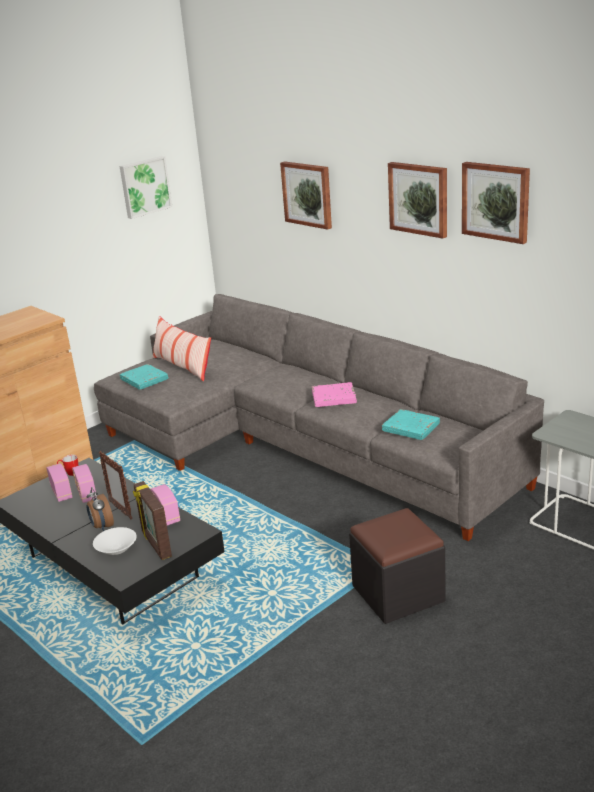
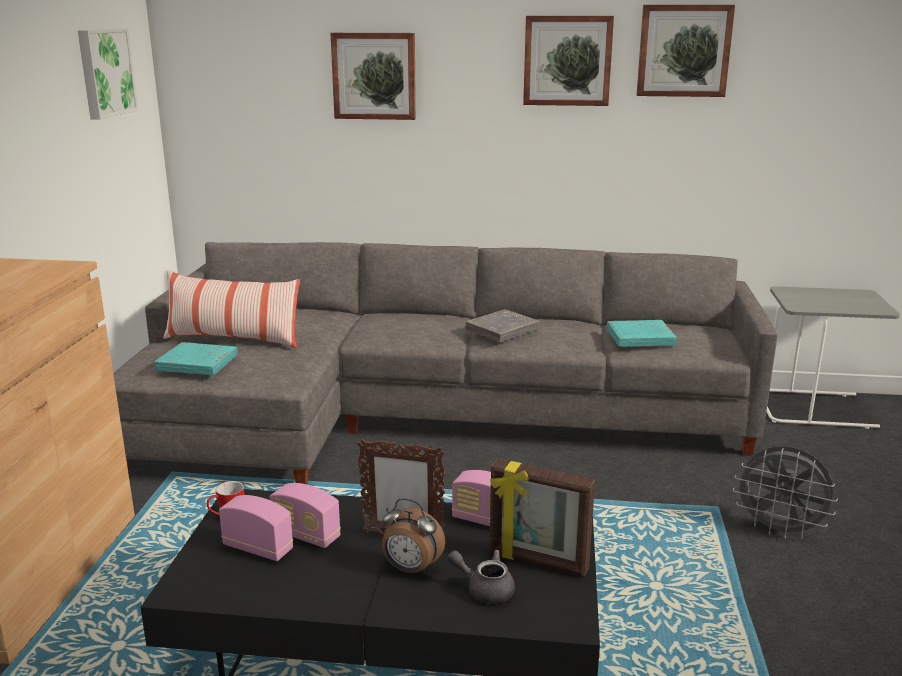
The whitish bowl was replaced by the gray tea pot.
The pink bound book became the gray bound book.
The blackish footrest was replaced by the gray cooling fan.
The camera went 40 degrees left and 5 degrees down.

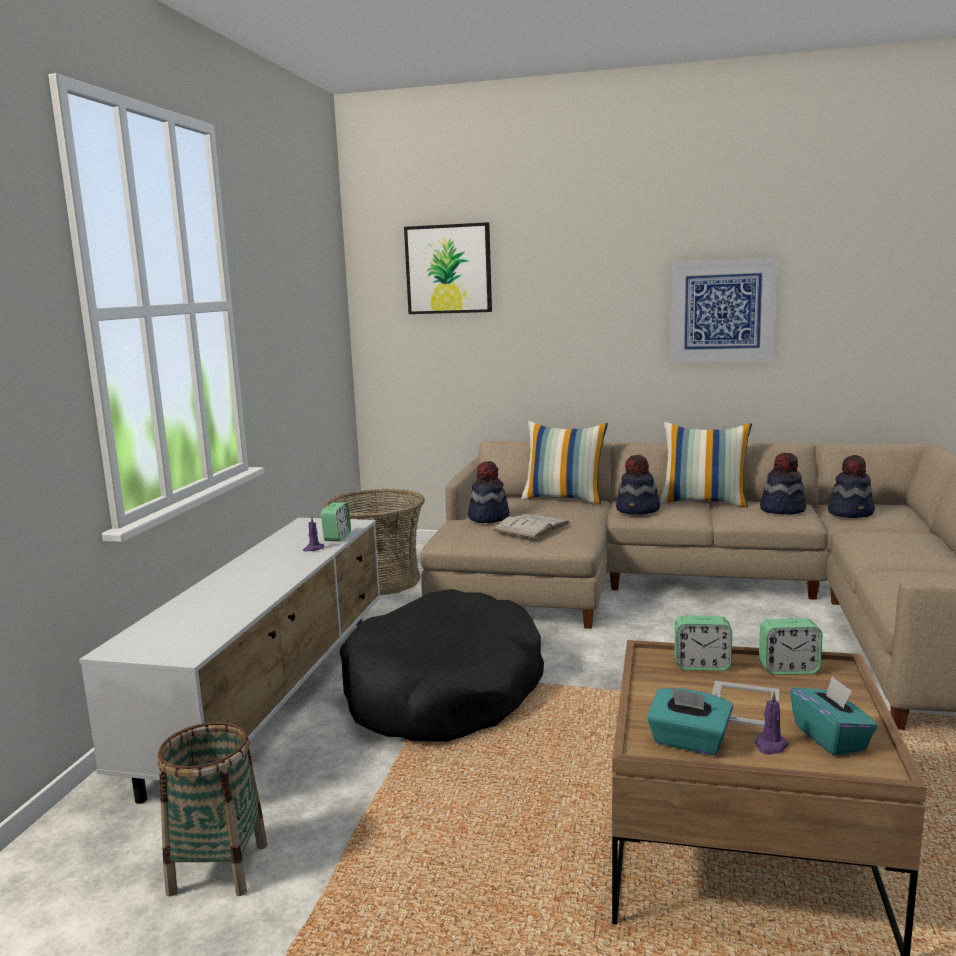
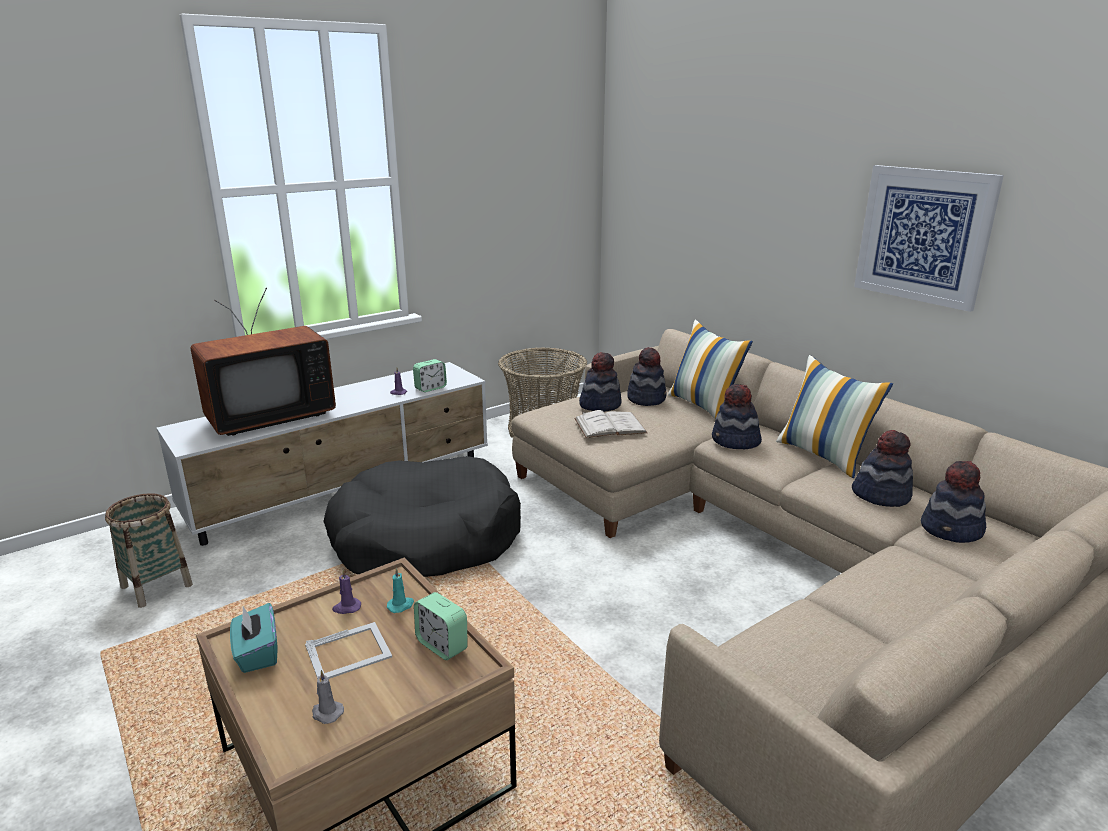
The wall picture (1st from left) disappeared.
The table clock (2nd from left) was replaced by the blue-green wax light.
The purple-coloured wax light (2nd from left in the first image) moved.
The blue-green tissue holder (2nd from left) was replaced by the gray wax light.
The TV set appeared.
The wearable hat (2nd from left) appeared.
The camera went 40 degrees right and 10 degrees up.

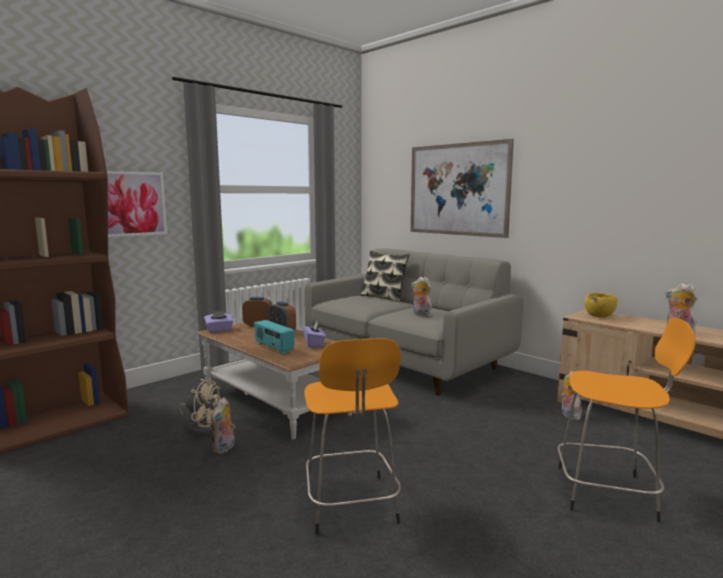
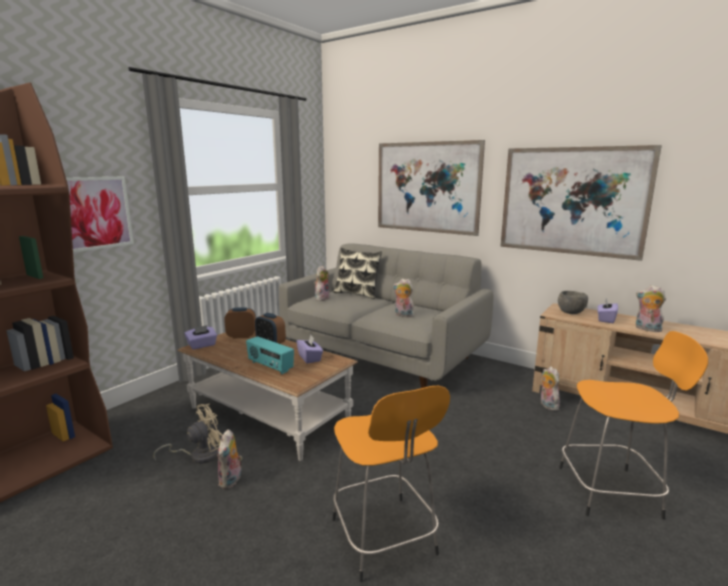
The beige cooling fan turned 45 degrees counterclockwise.
The yellow bowl became the gray bowl.
The cuddly toy (2nd from left) appeared.
The wall picture (3rd from left) appeared.
The purple-coloured tissue holder (3rd from left) appeared.
The camera went 10 degrees left and 5 degrees up.

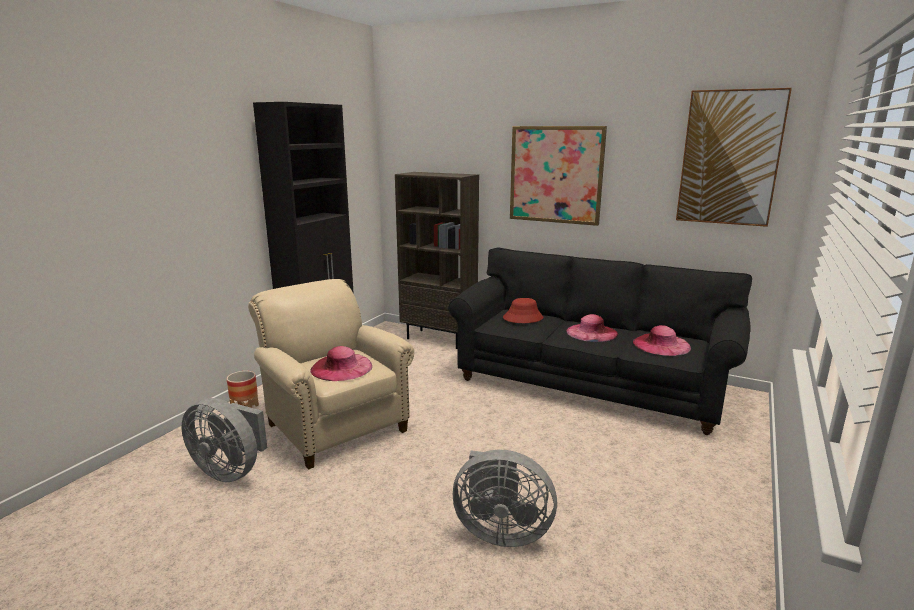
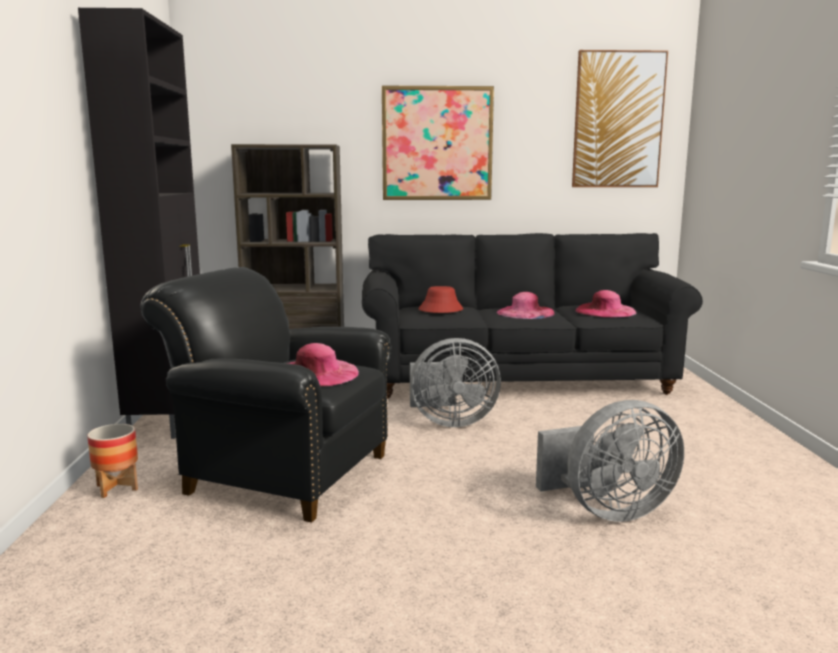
The gray cooling fan (1st from left) moved.
The beige lounge chair became the blackish lounge chair.
The camera went 30 degrees left and 5 degrees down.

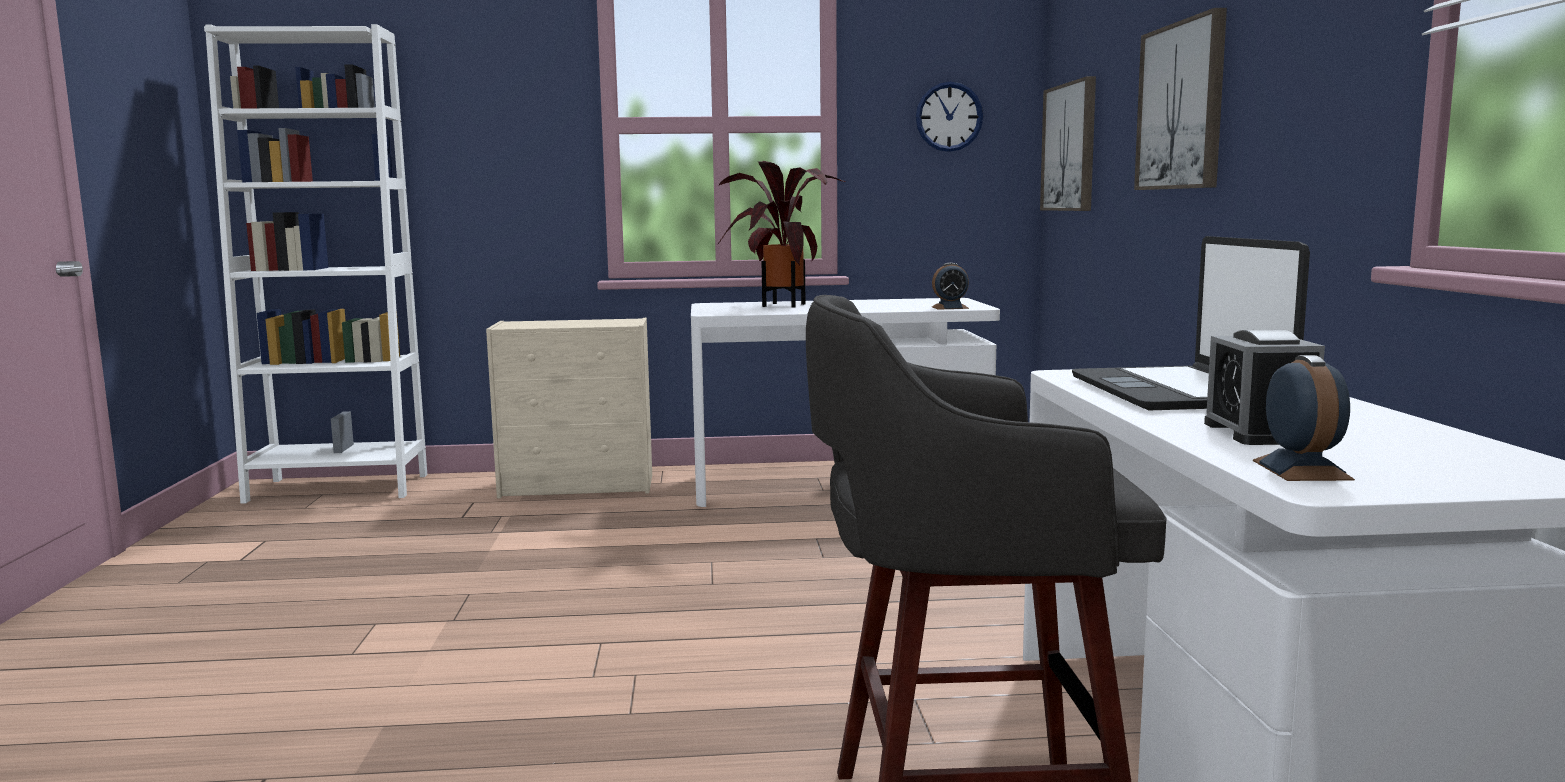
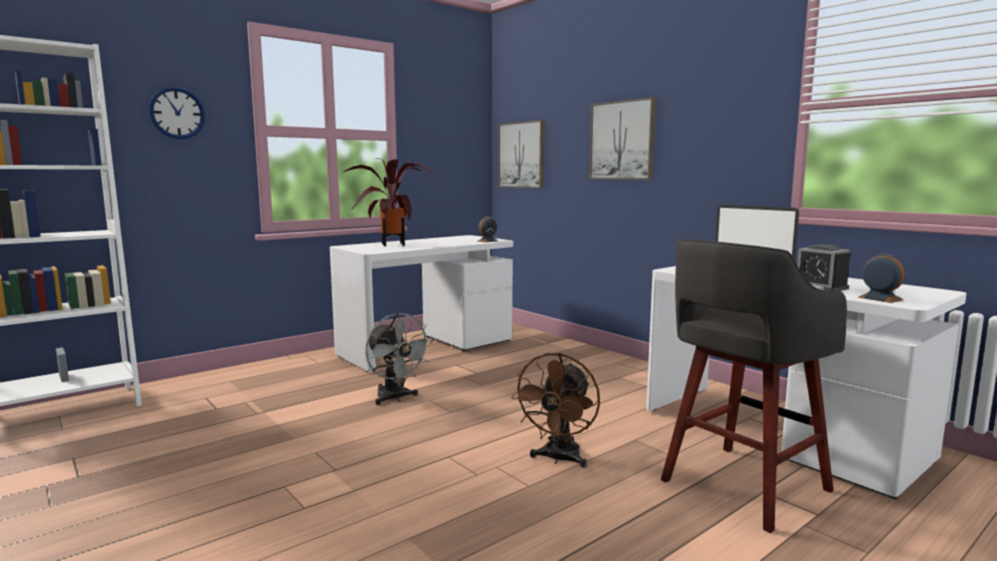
The beige drawer chest disappeared.
The hanging clock moved.
The gray cooling fan appeared.
The brown cooling fan appeared.
The camera went 35 degrees left and 0 degrees up.

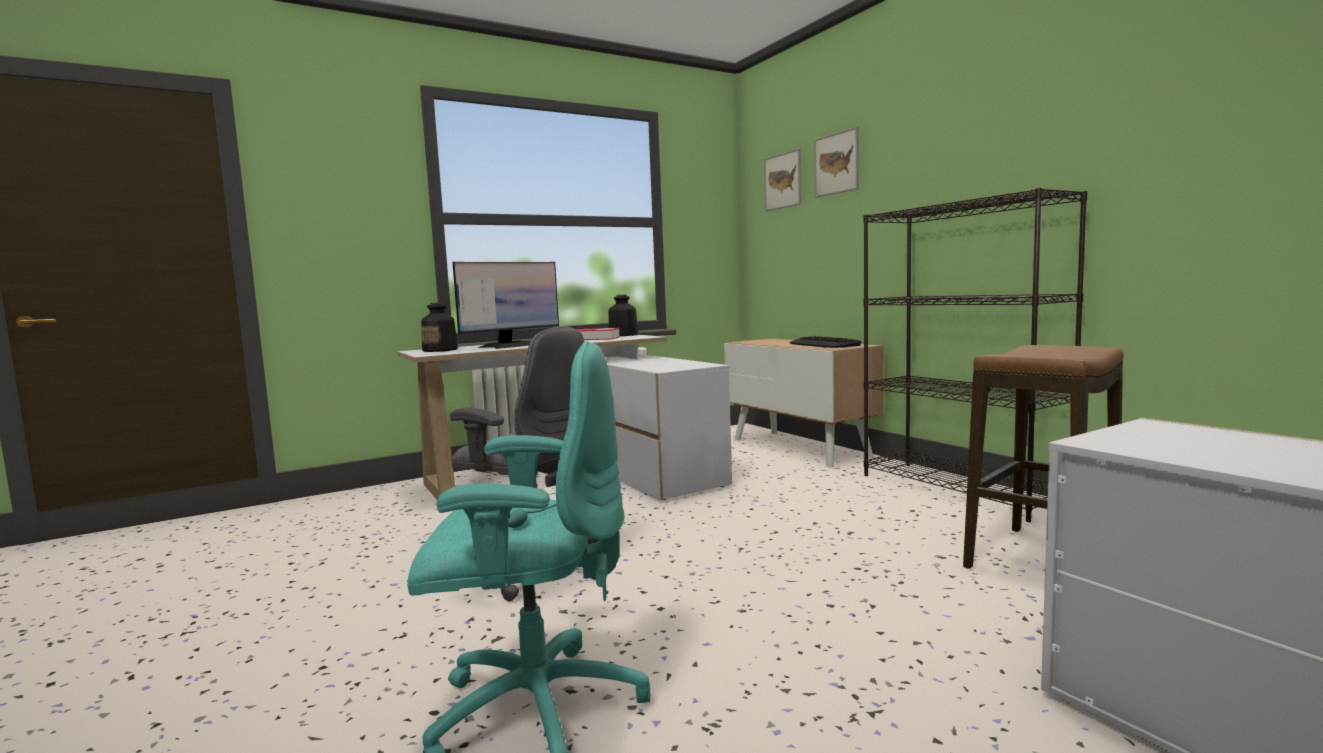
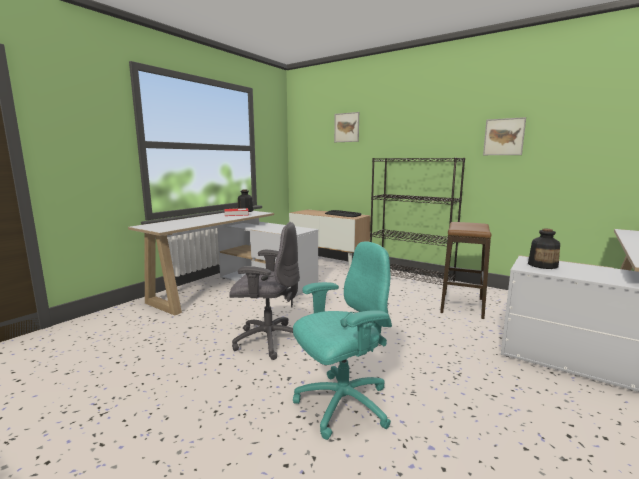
The bottle (1st from left in the first image) moved.
The computer screen disappeared.
The wall picture (1st from left in the first image) moved.
The camera went 25 degrees left and 5 degrees up.

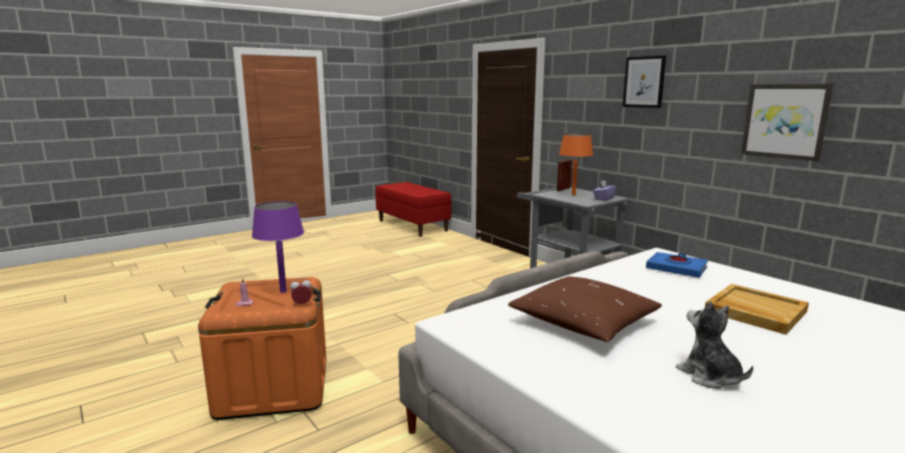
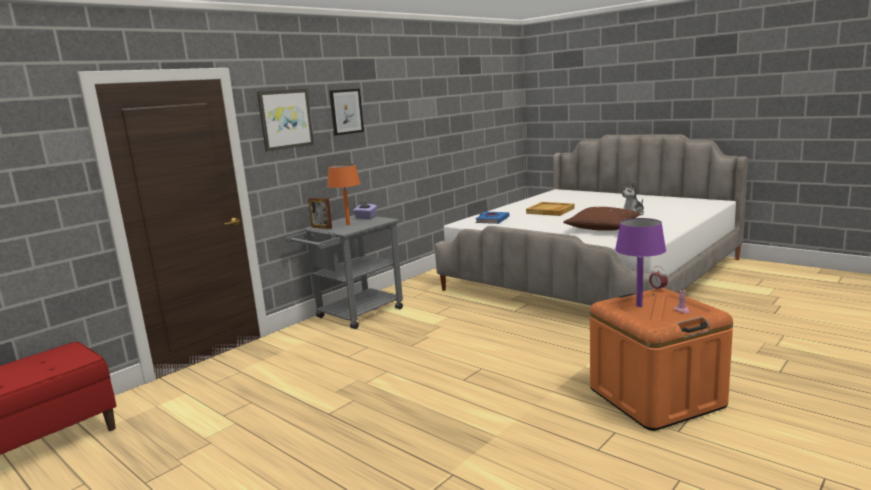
The wall picture (2nd from left in the first image) moved.
The camera went 100 degrees left and 0 degrees up.

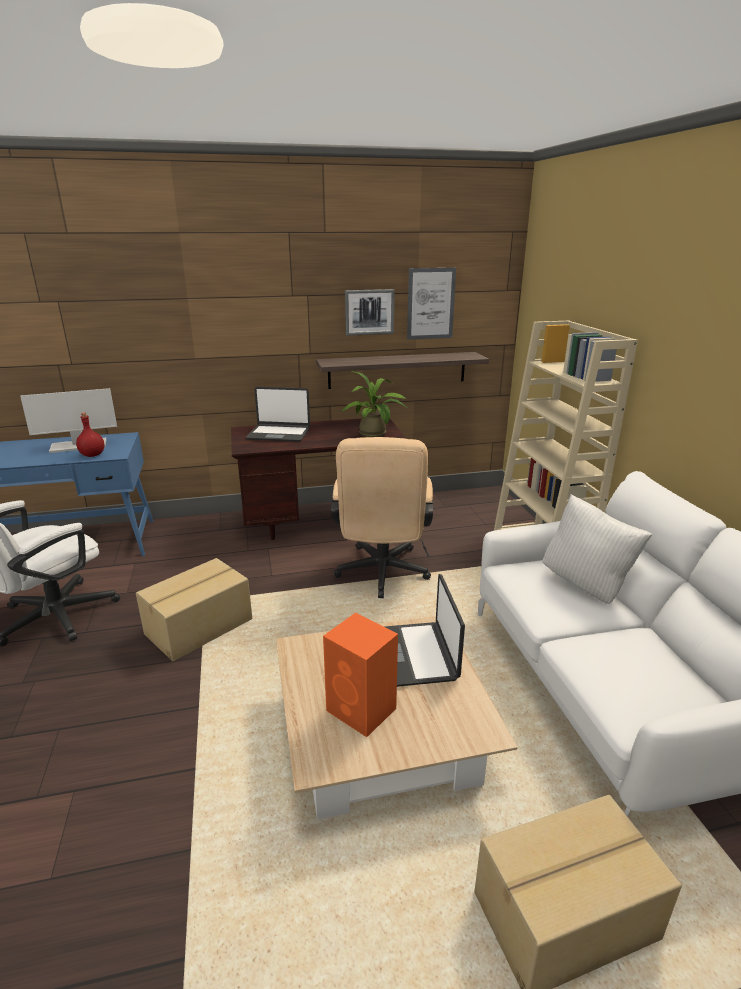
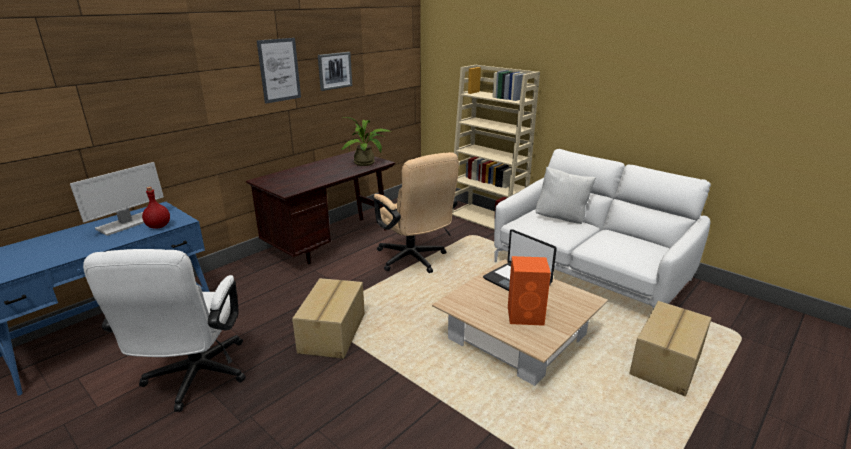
The laptop (1st from left) disappeared.
The wall shelf disappeared.
The wall picture (2nd from left in the first image) moved.
The camera went 35 degrees left and 0 degrees up.

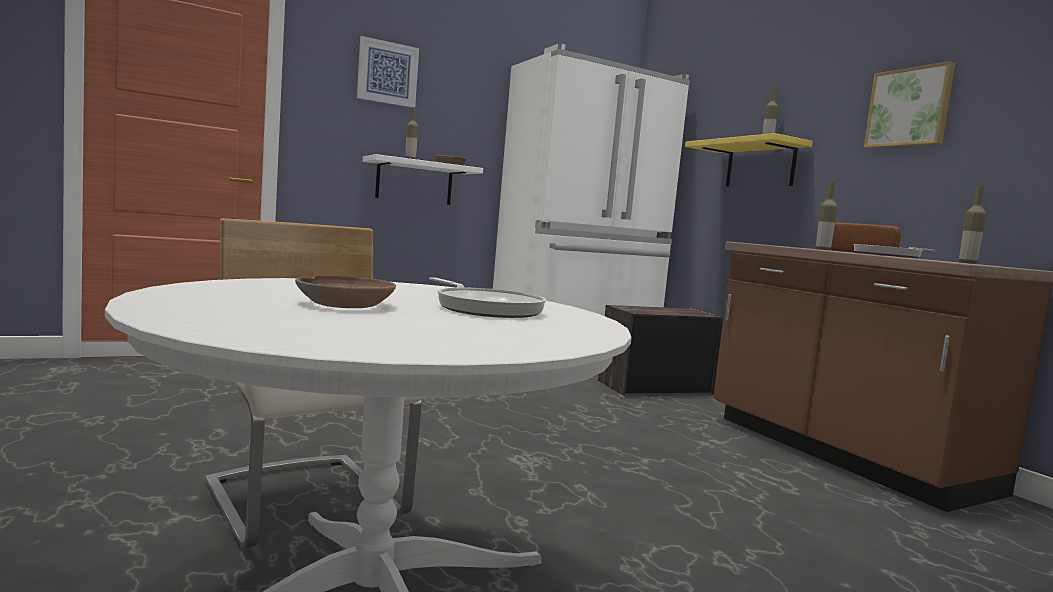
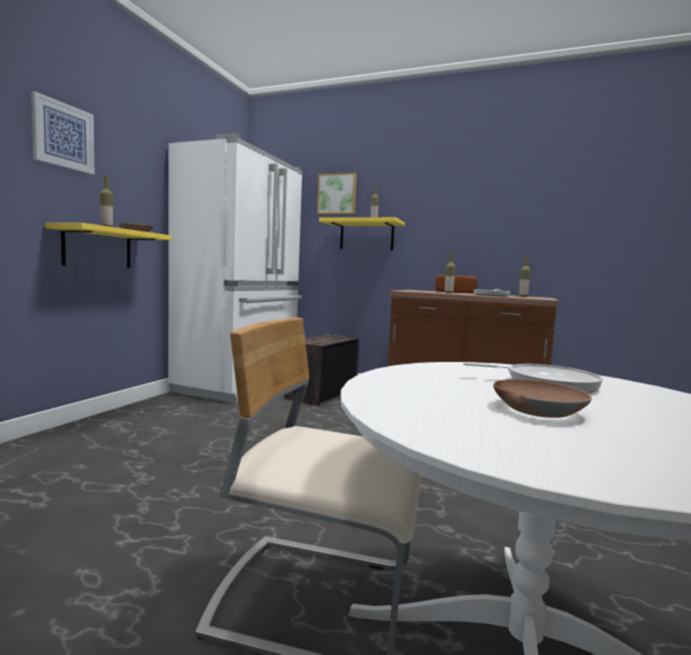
The whitish wall shelf became the yellow wall shelf (1st from left).
The wall picture (2nd from left) moved.
The camera went 40 degrees left and 0 degrees up.

